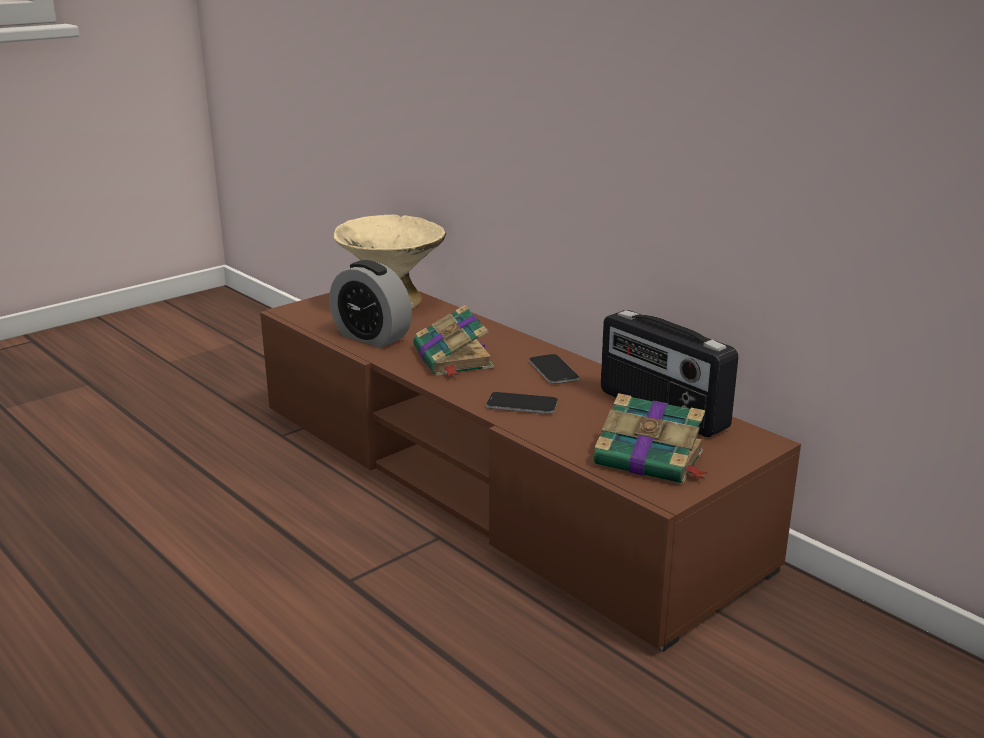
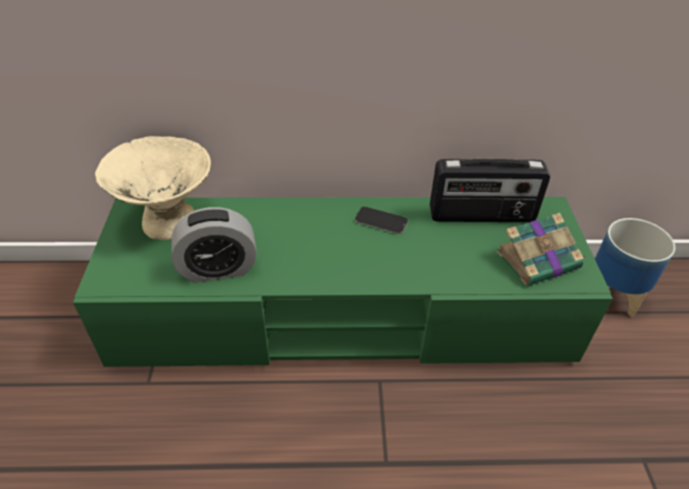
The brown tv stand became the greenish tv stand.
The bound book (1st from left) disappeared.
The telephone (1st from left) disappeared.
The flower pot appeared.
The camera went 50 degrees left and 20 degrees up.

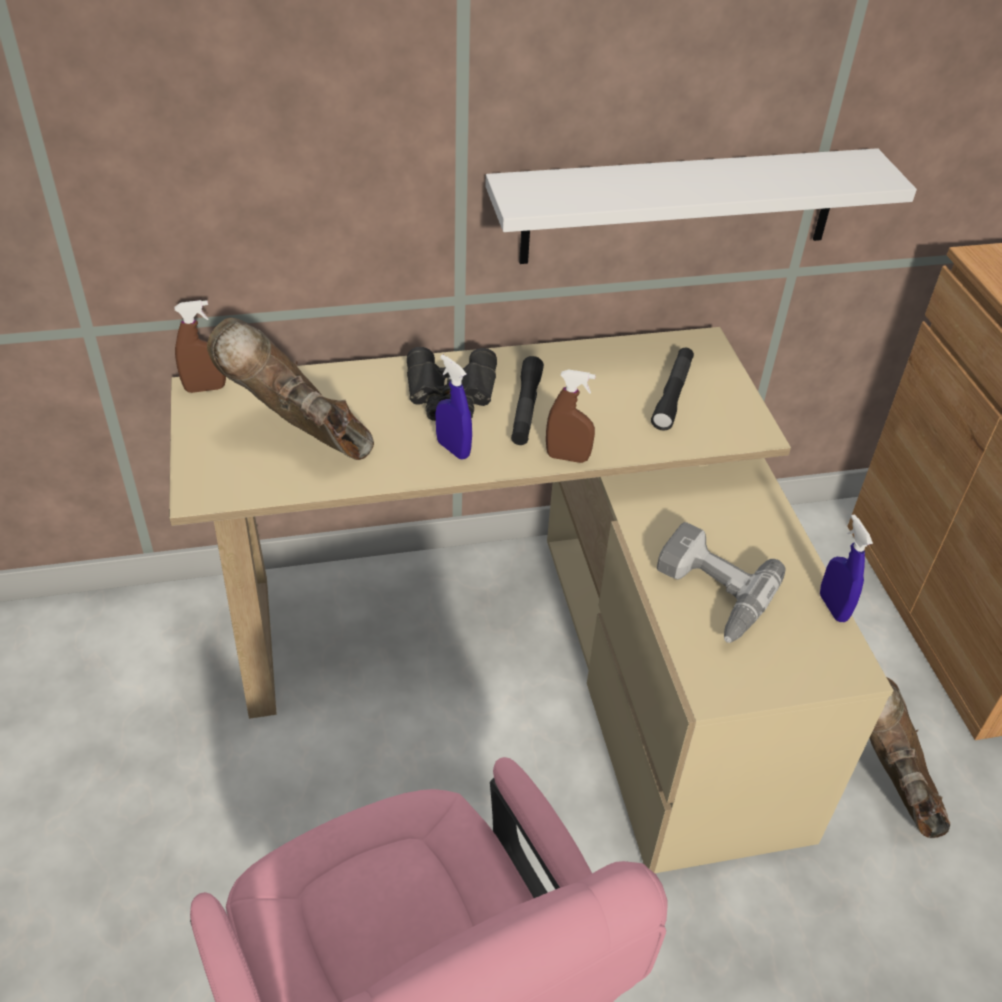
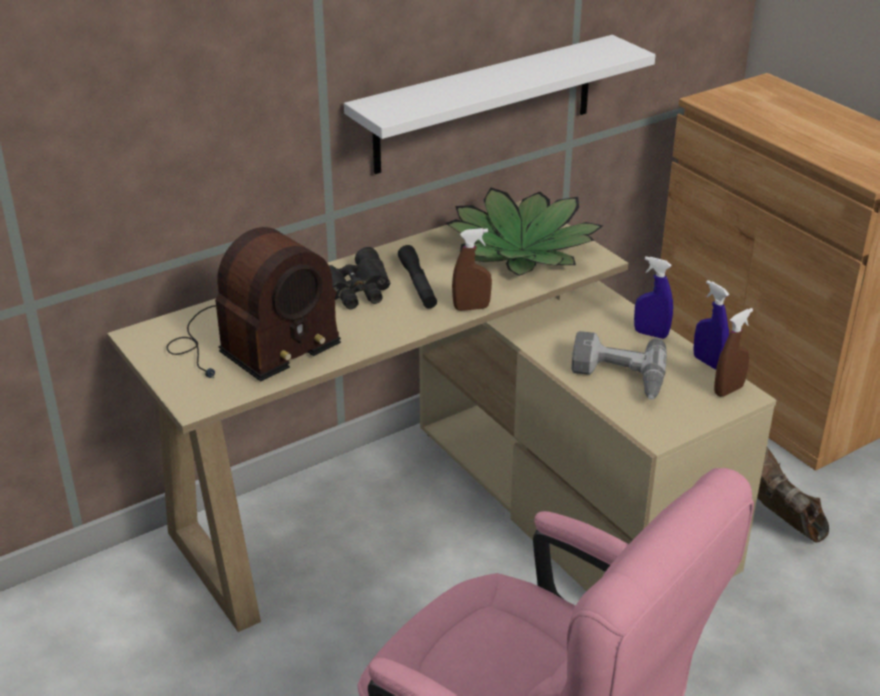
The brown hand sprayer (1st from left in the first image) moved.
The brown tall boot (1st from left) was replaced by the radio receiver.
The blue hand sprayer (1st from left) moved.
The blackish hand torch (2nd from left) was replaced by the potted plant.
The camera went 20 degrees left and 10 degrees down.

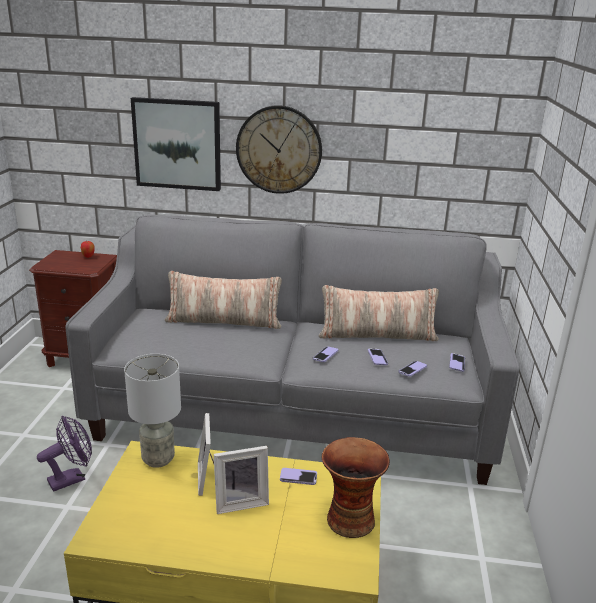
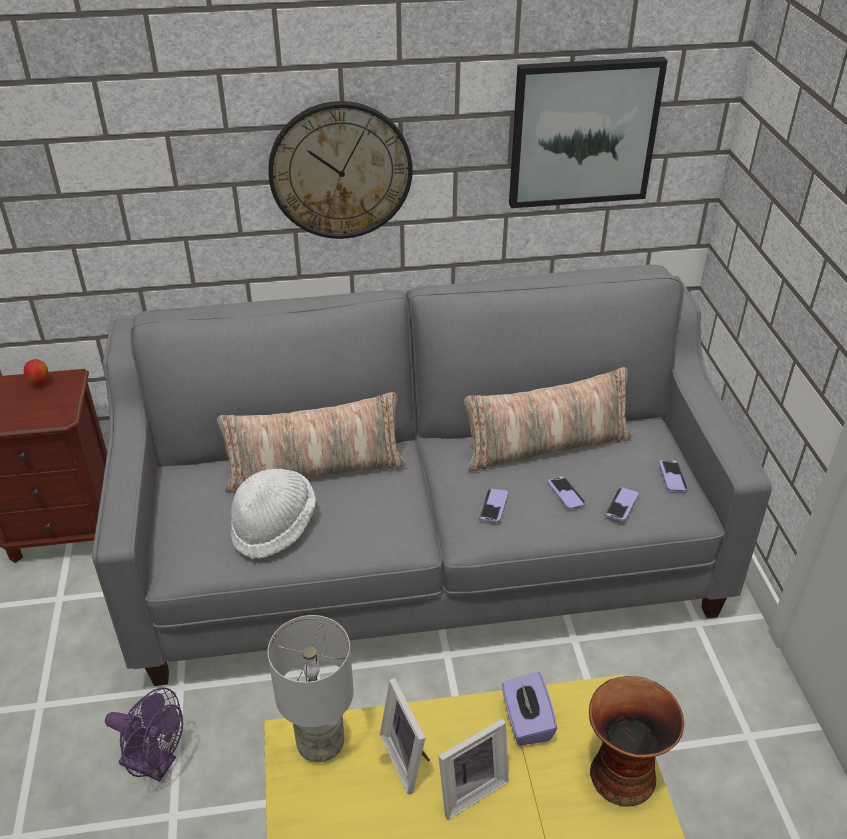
The purple-coloured cooling fan turned 75 degrees clockwise.
The wall picture moved.
The telephone (1st from left) was replaced by the purple-coloured tissue holder.
The whitish wearable hat appeared.
The camera went 15 degrees left and 15 degrees up.

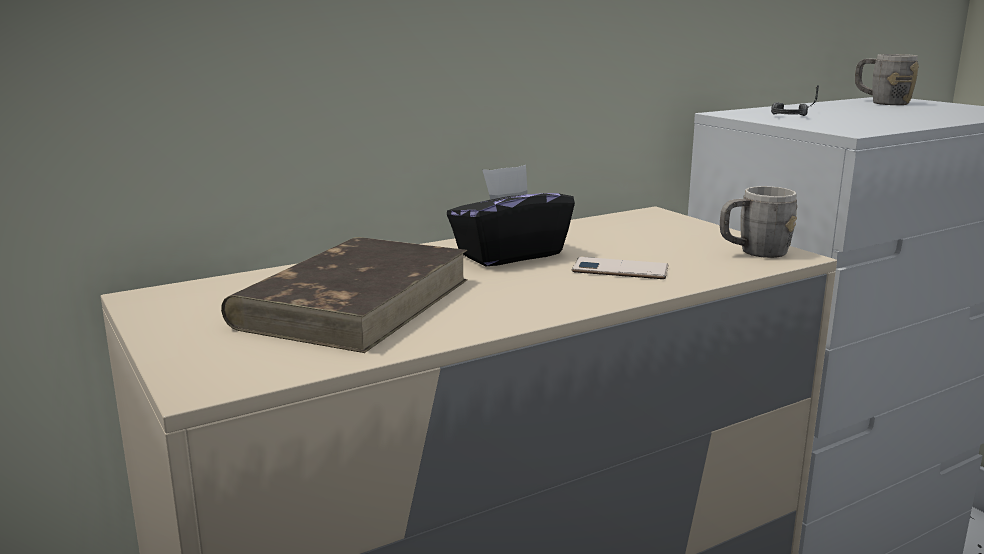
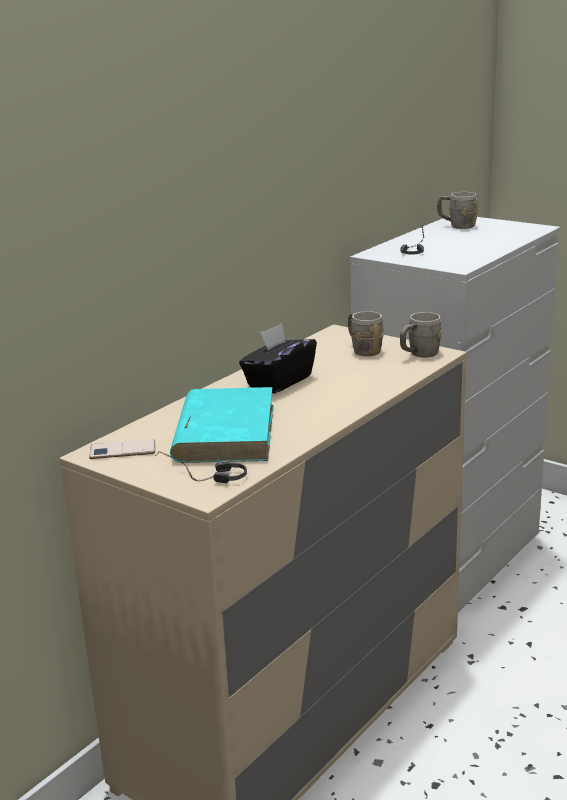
The brown bound book became the blue-green bound book.
The telephone moved.
The headset (1st from left) appeared.
The gray tea mug (1st from left) appeared.
The camera went 20 degrees left and 5 degrees up.

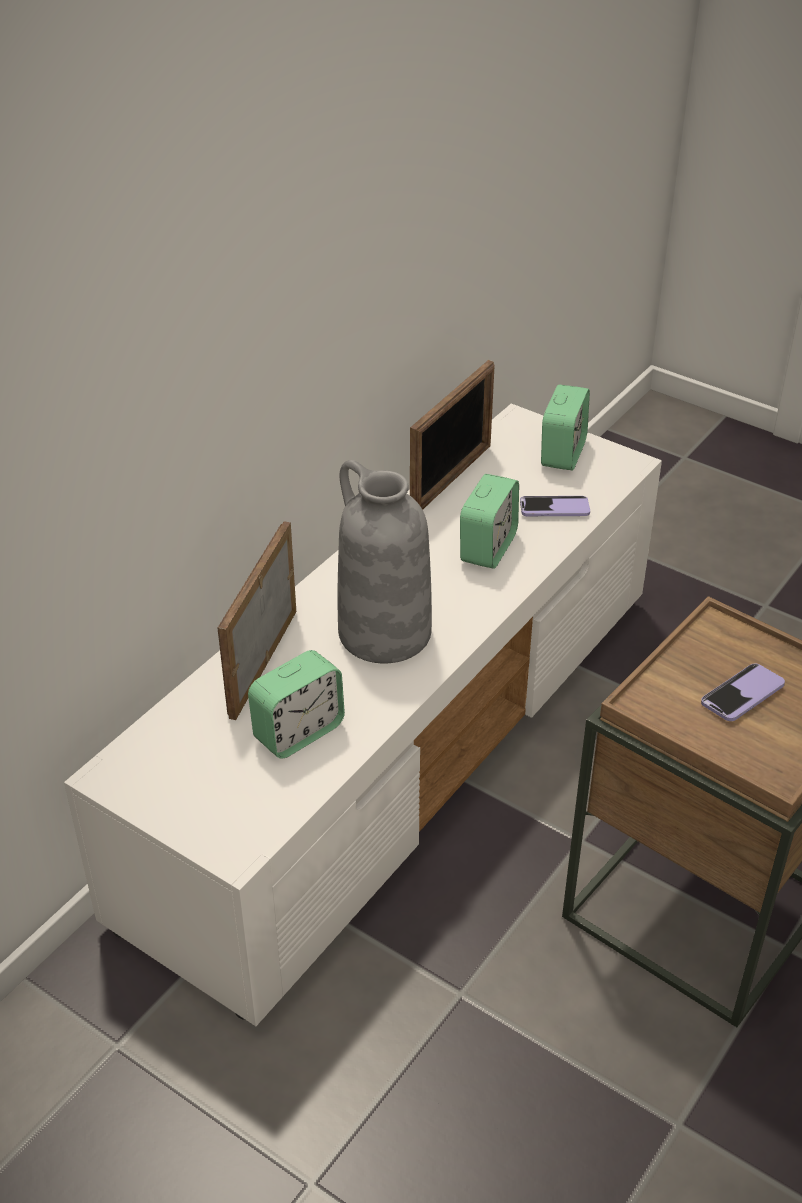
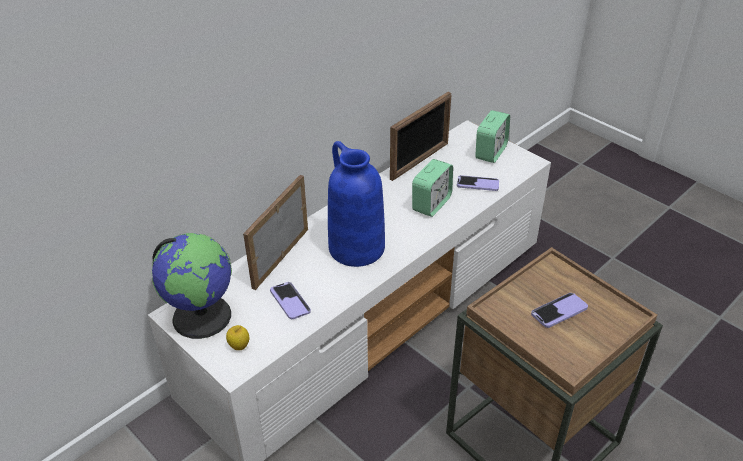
The table clock (1st from left) was replaced by the telephone (1st from left).
The gray flower vase became the blue flower vase.
The desk globe appeared.
The whole apple appeared.
The camera went 10 degrees right and 0 degrees up.

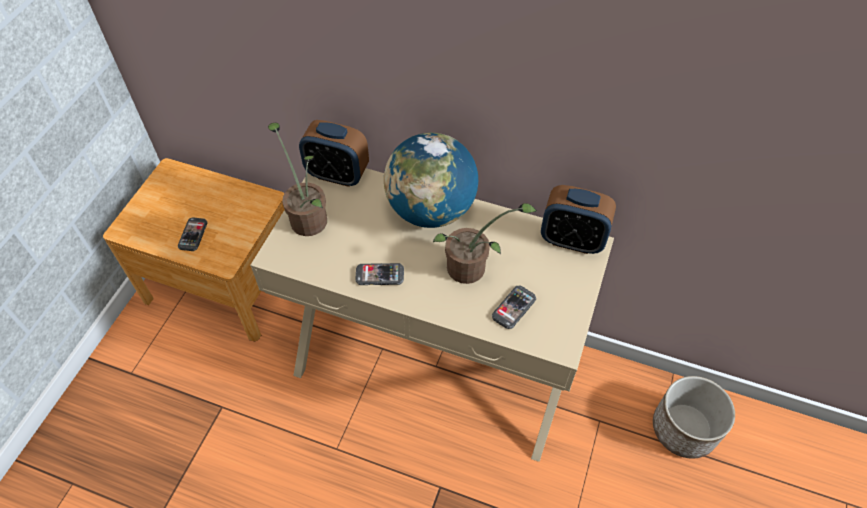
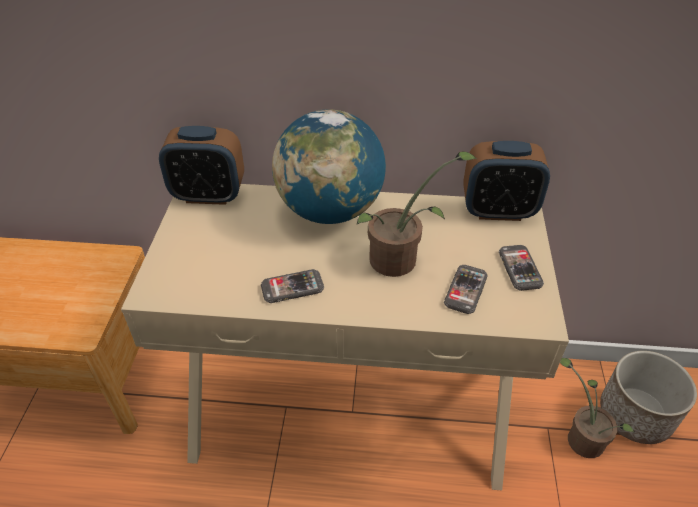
The telephone (1st from left in the first image) moved.
The potted plant (1st from left in the first image) moved.
The camera went 15 degrees left and 10 degrees down.

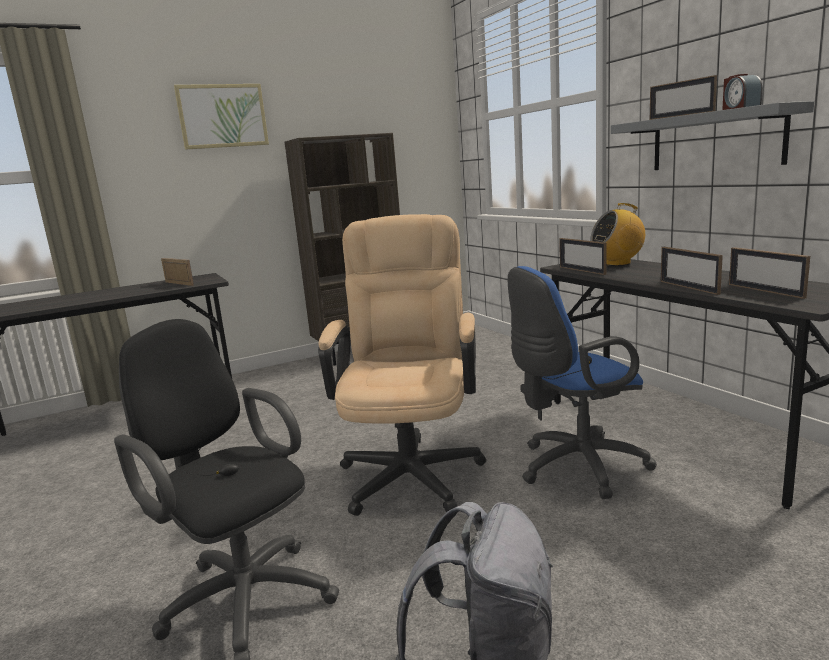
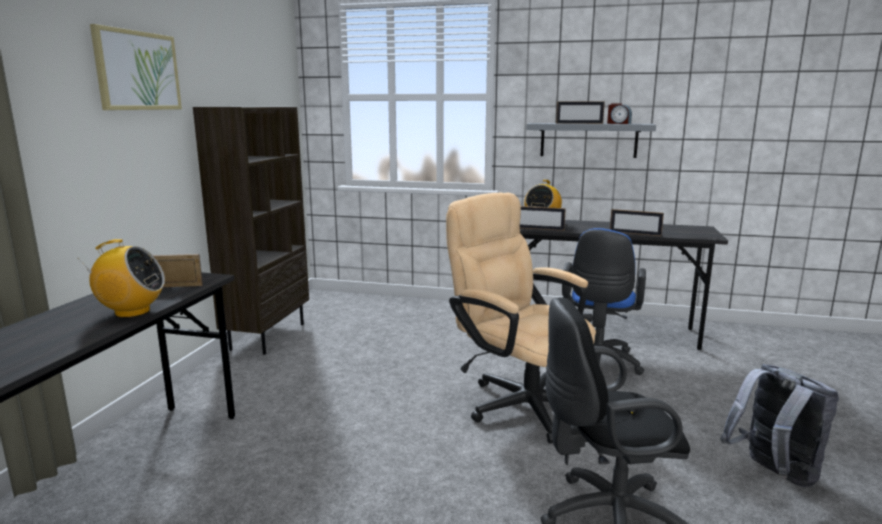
The standing frame (5th from left) disappeared.
The radio receiver (1st from left) appeared.
The camera went 50 degrees left and 0 degrees up.

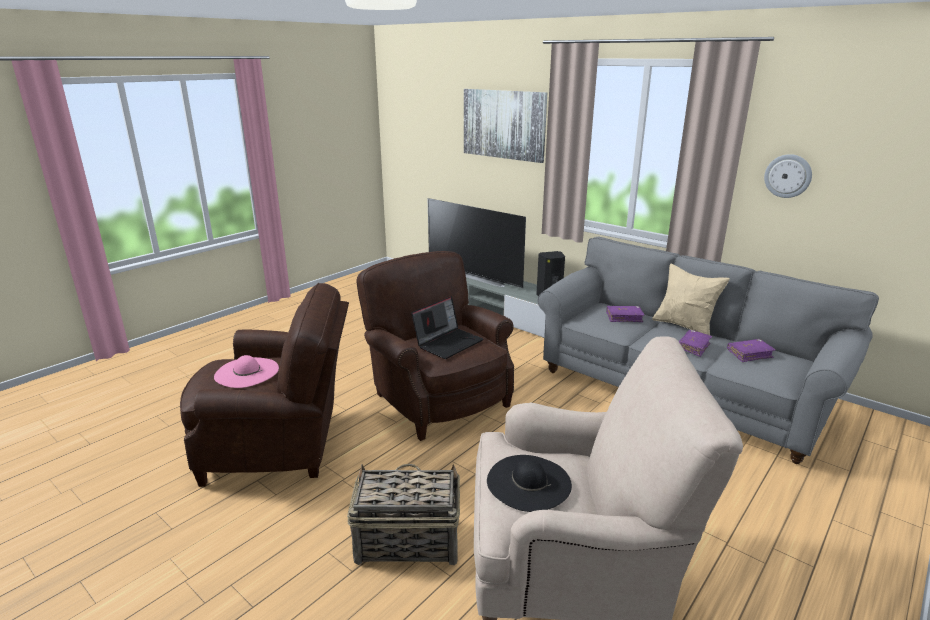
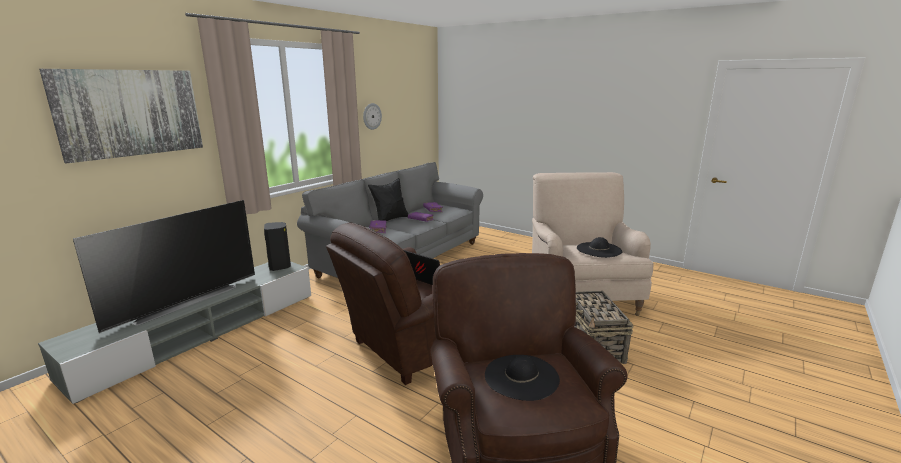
The pink wearable hat became the blackish wearable hat (1st from left).
The beige cushion became the blackish cushion.
The camera went 95 degrees left and 5 degrees down.

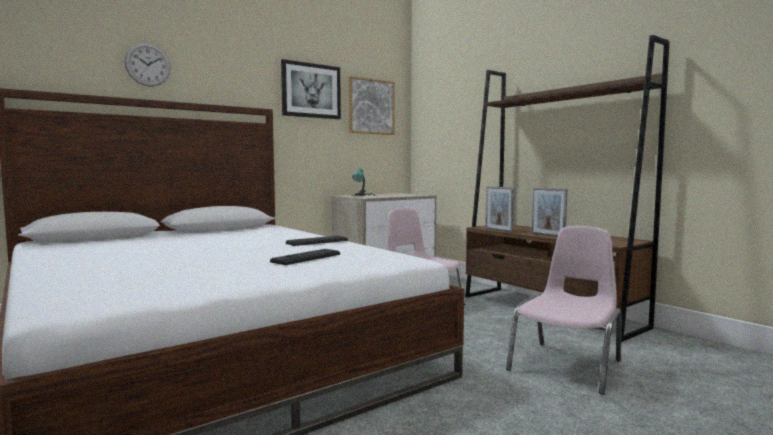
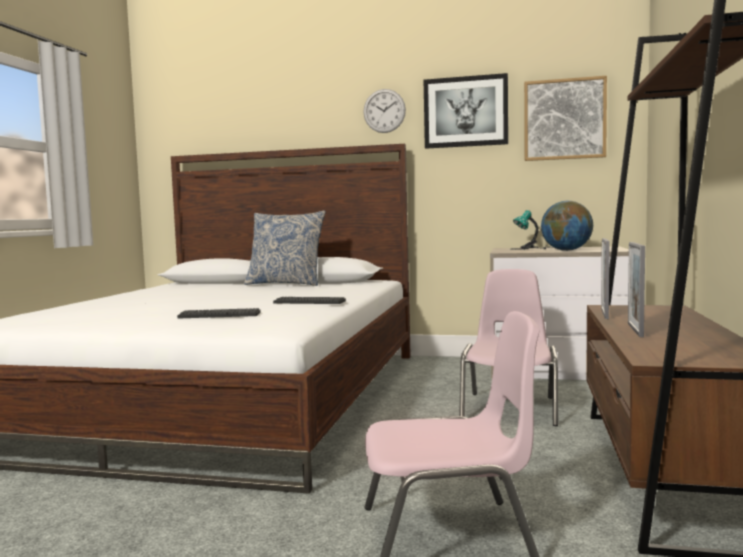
The hanging clock moved.
The cushion appeared.
The desk globe appeared.
The camera went 50 degrees right and 0 degrees up.

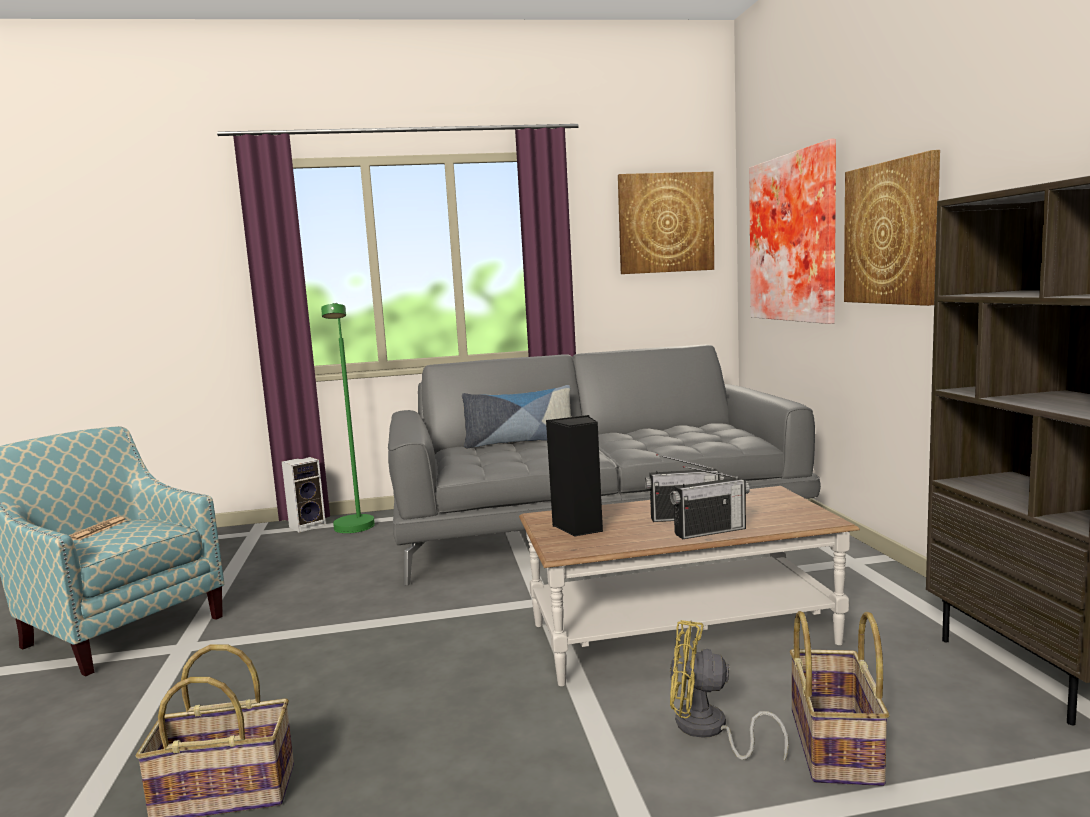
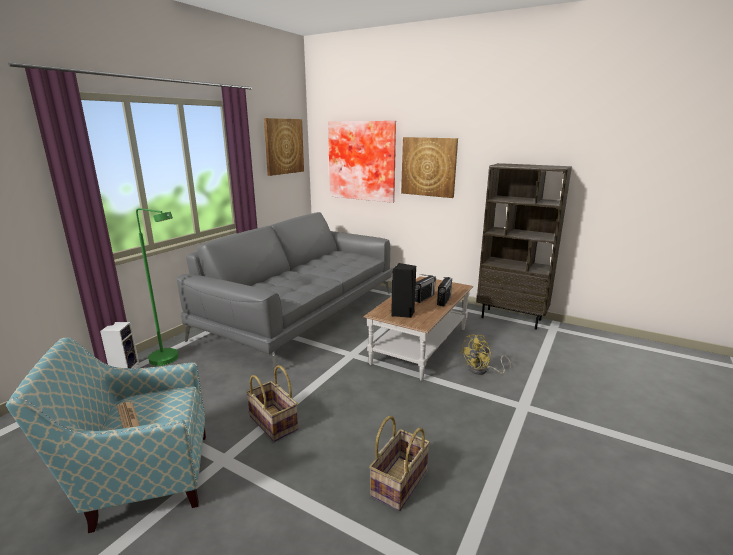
The cushion disappeared.
The basket (2nd from left in the first image) moved.
The camera went 50 degrees left and 10 degrees up.

